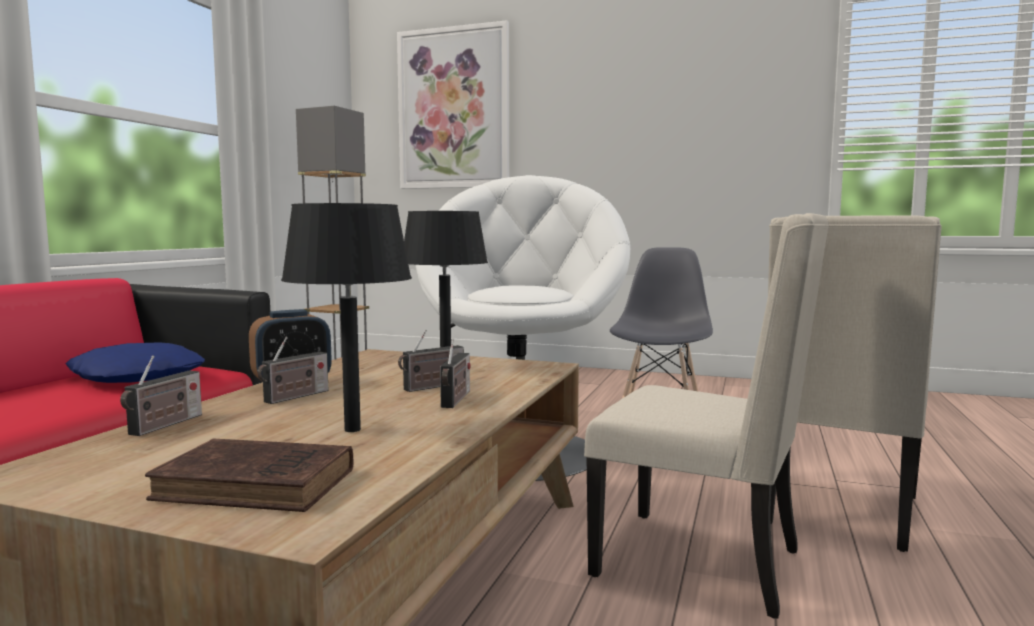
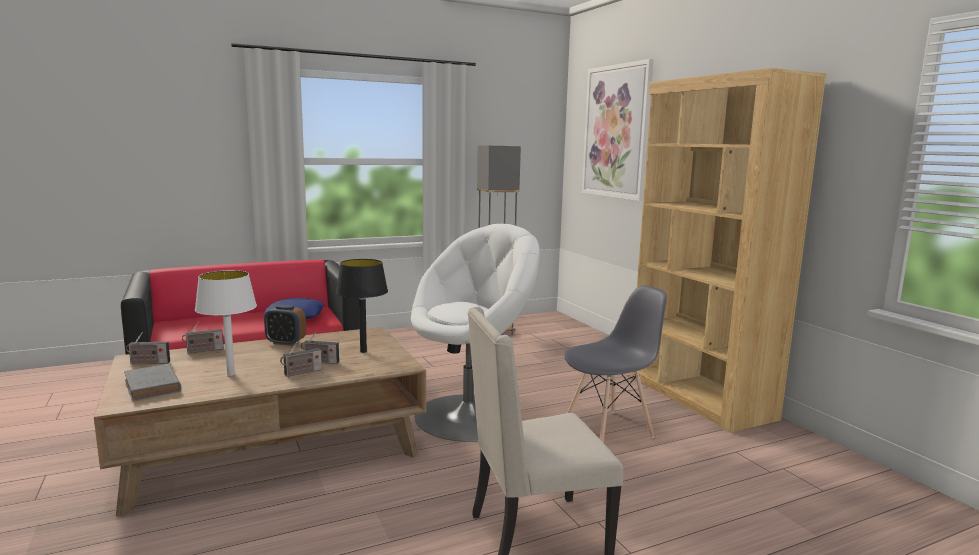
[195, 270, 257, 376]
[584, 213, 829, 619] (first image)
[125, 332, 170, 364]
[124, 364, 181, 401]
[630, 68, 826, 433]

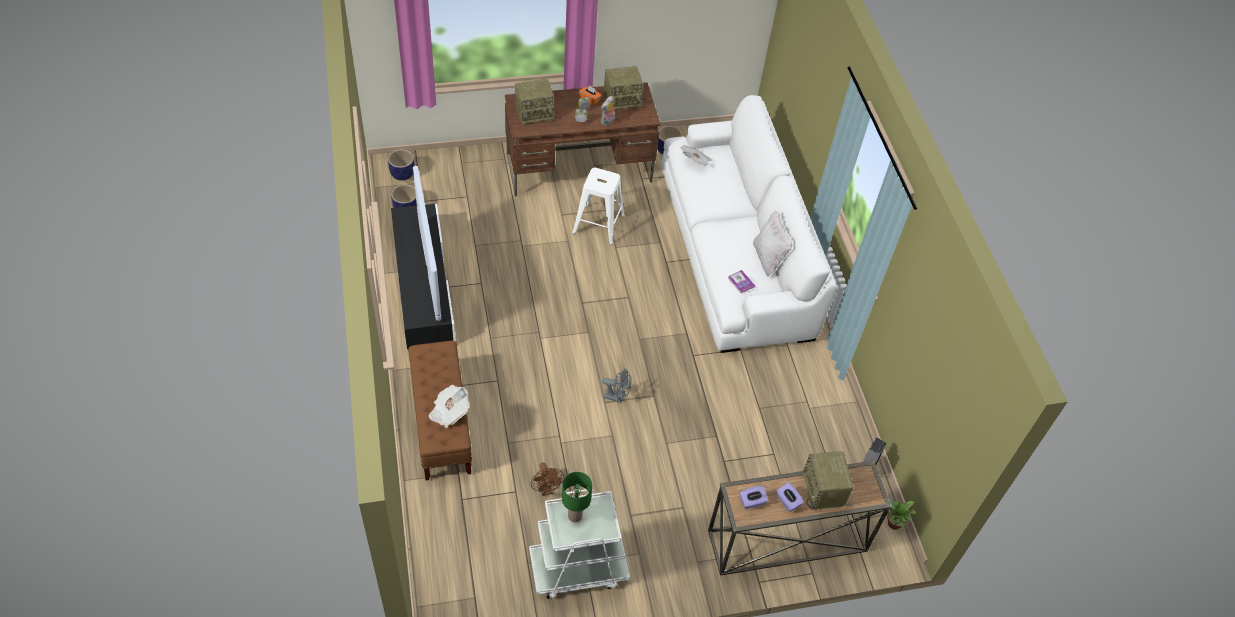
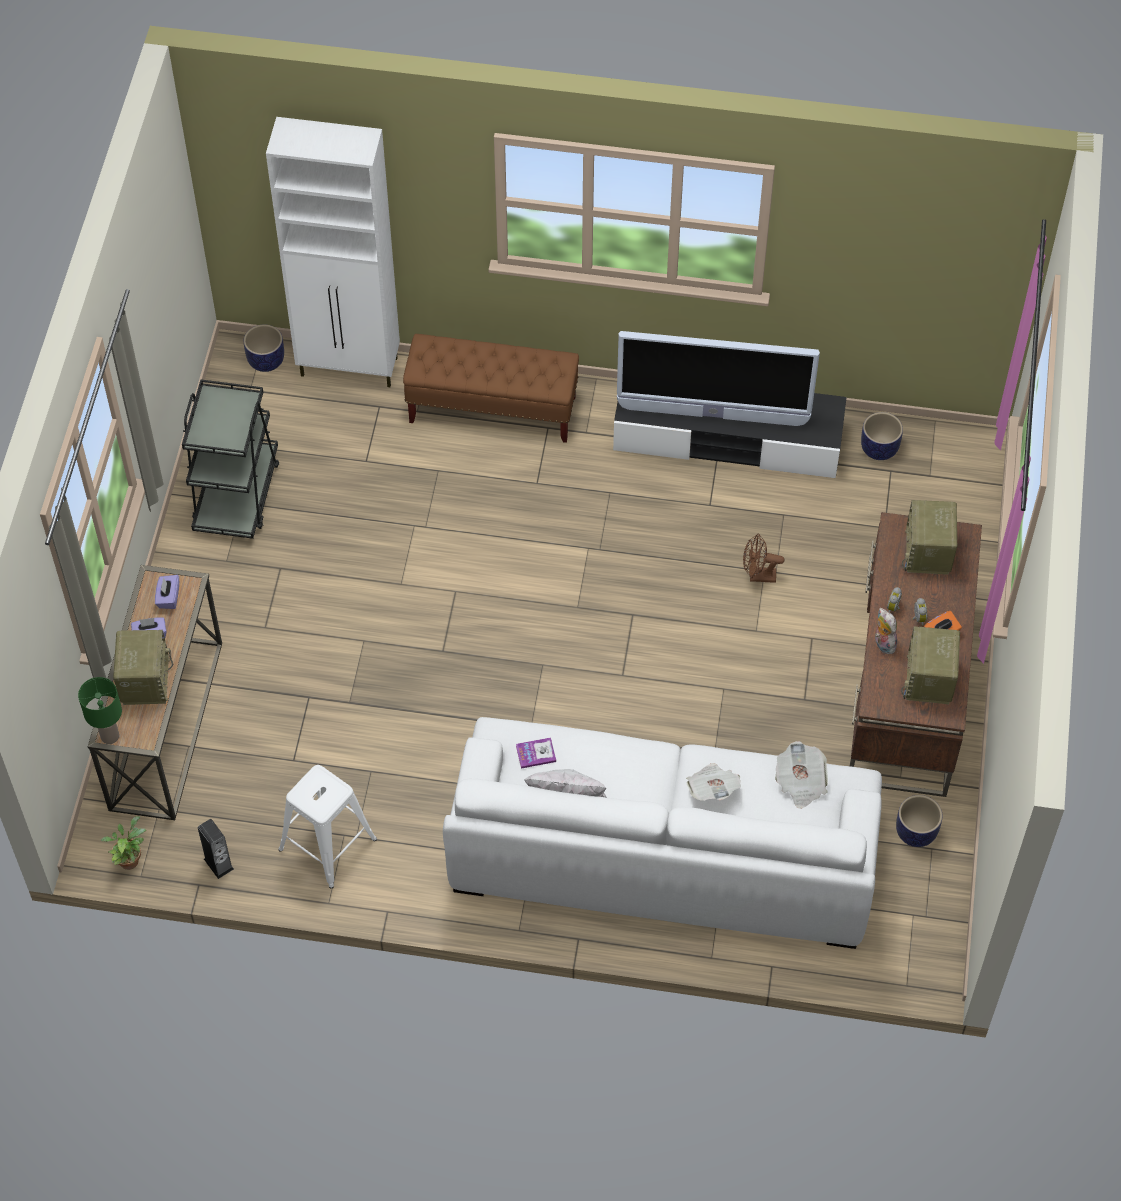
[244, 324, 284, 372]
[278, 765, 377, 888]
[602, 369, 631, 403] (first image)
[686, 763, 741, 801]
[113, 630, 173, 705]
[743, 534, 784, 583]
[78, 677, 122, 744]
[182, 380, 280, 539]
[266, 117, 400, 387]

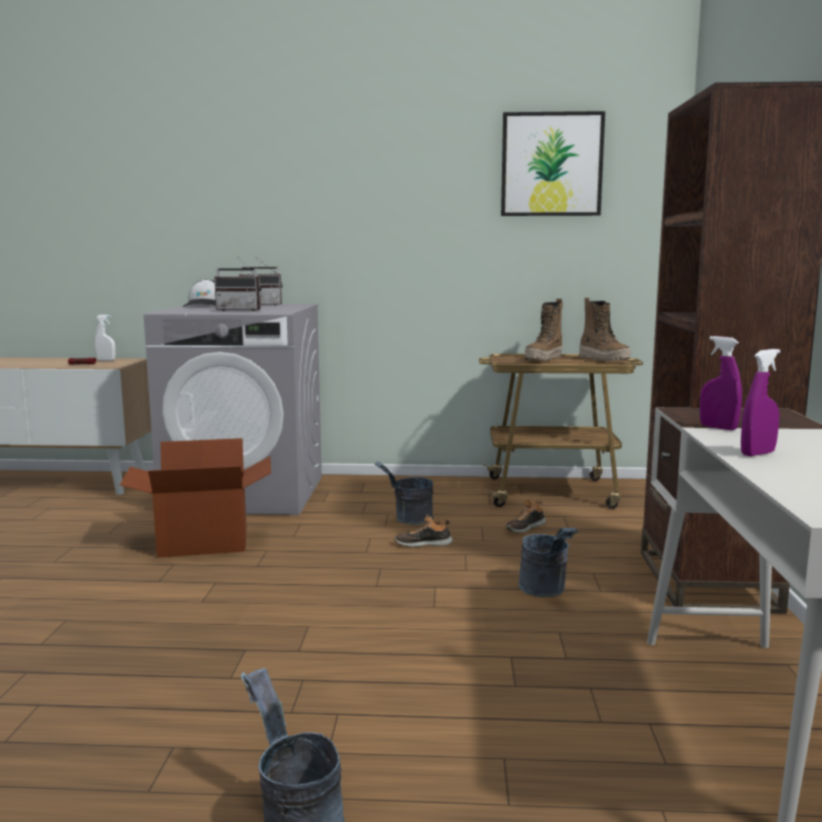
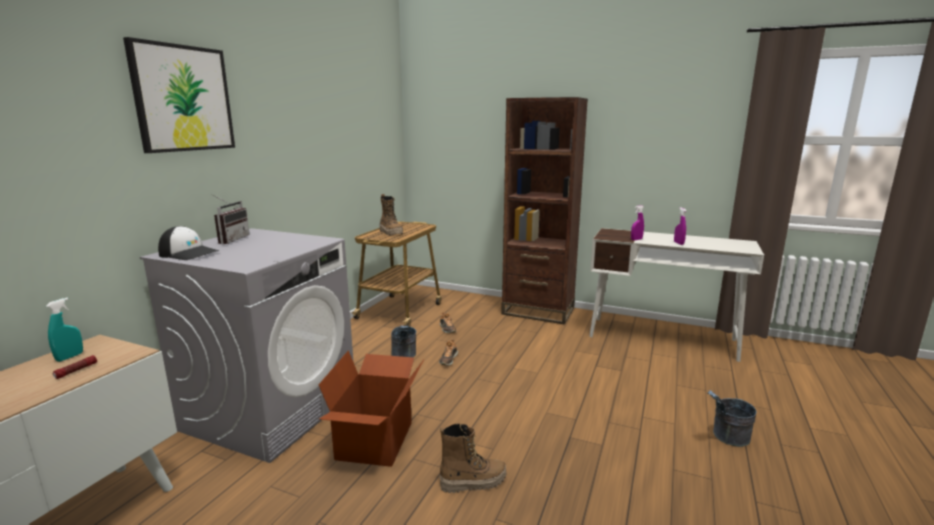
[123, 37, 235, 153]
[214, 258, 262, 311] (first image)
[440, 423, 507, 493]
[46, 298, 83, 362]
[518, 528, 578, 597] (first image)

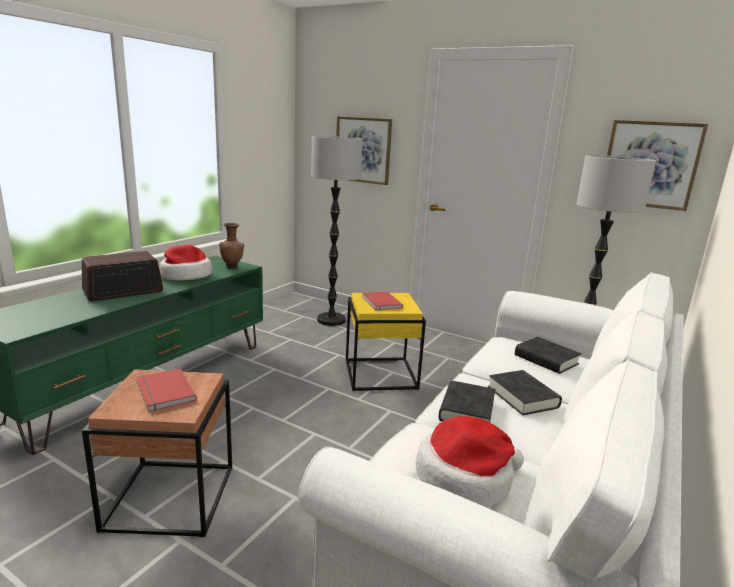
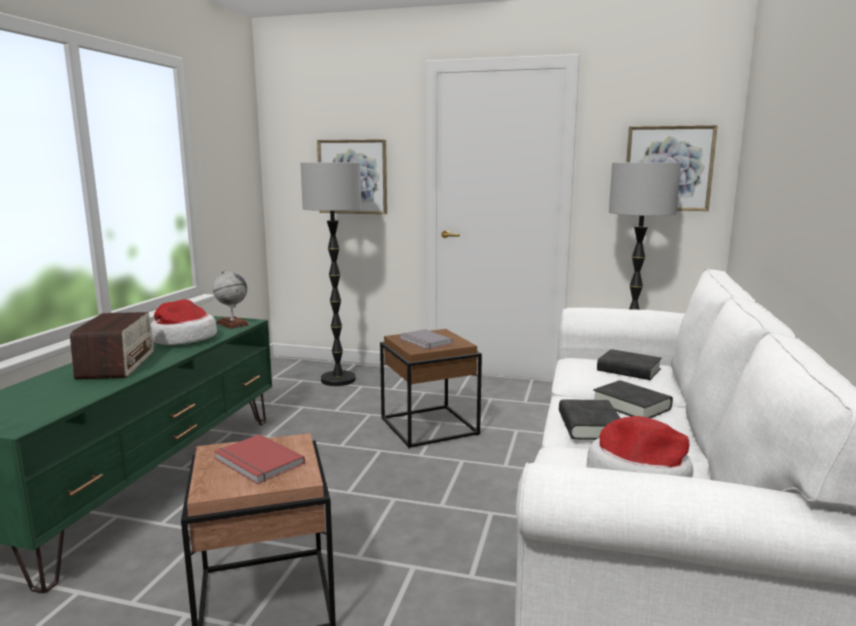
[213, 270, 250, 329]
[70, 312, 154, 380]
[399, 329, 453, 349]
[380, 329, 482, 449]

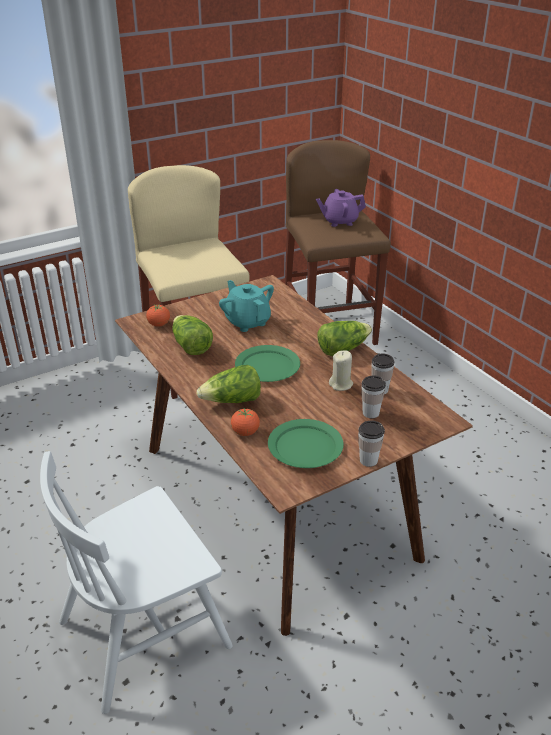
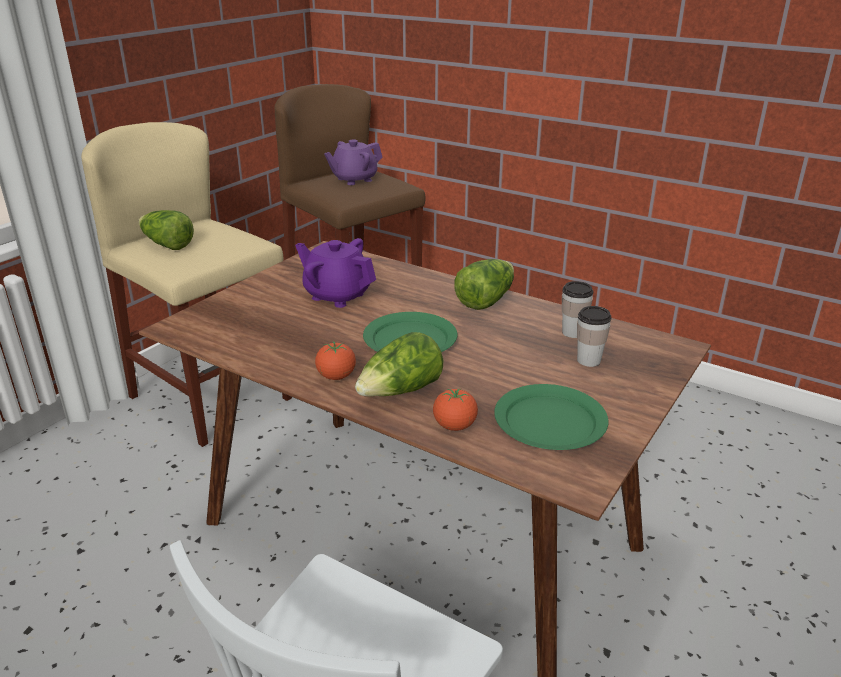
[295, 238, 376, 308]
[315, 342, 356, 380]
[138, 210, 194, 250]
[329, 350, 353, 391] (first image)
[358, 421, 385, 467] (first image)

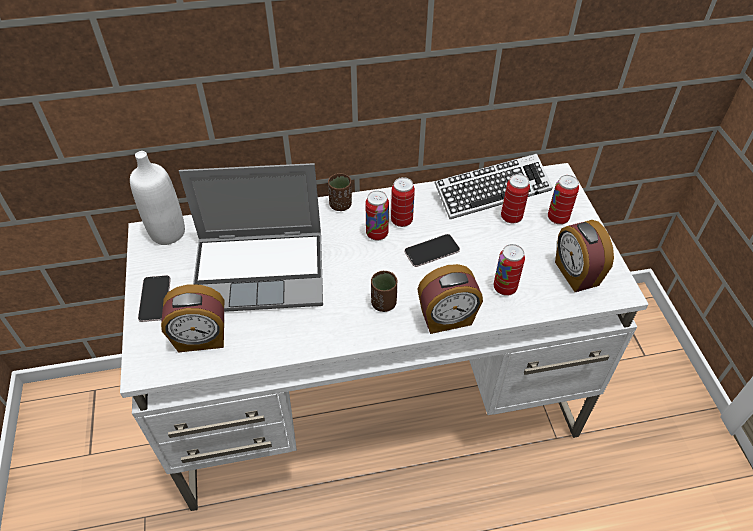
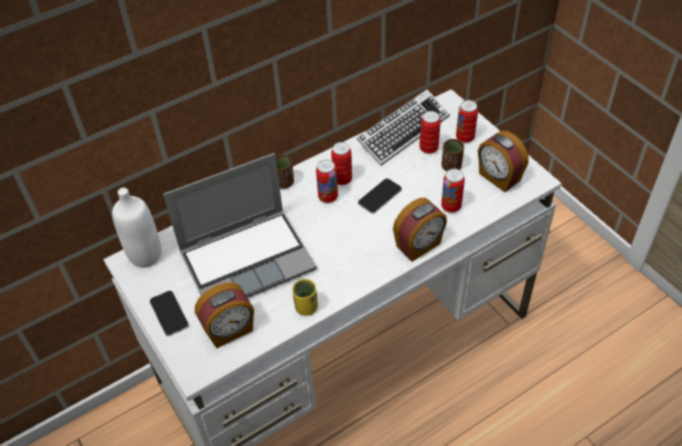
[442, 139, 464, 171]
[292, 279, 318, 316]

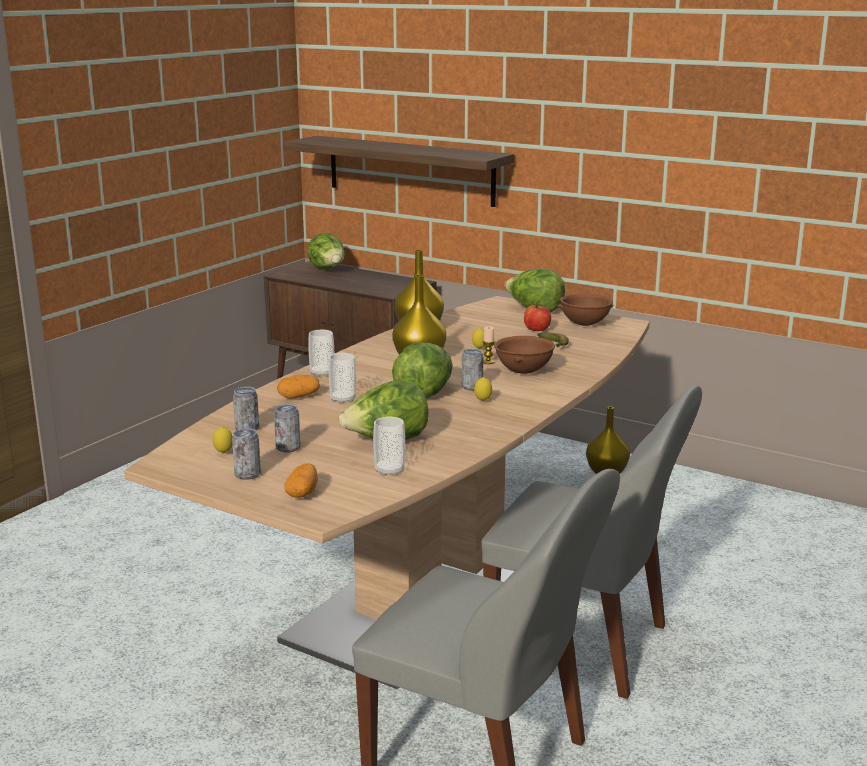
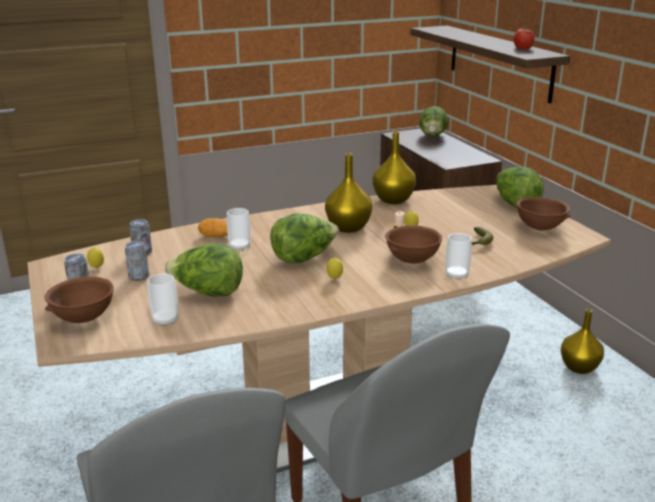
[514, 27, 535, 49]
[445, 233, 472, 280]
[462, 349, 483, 391] (first image)
[44, 277, 114, 323]

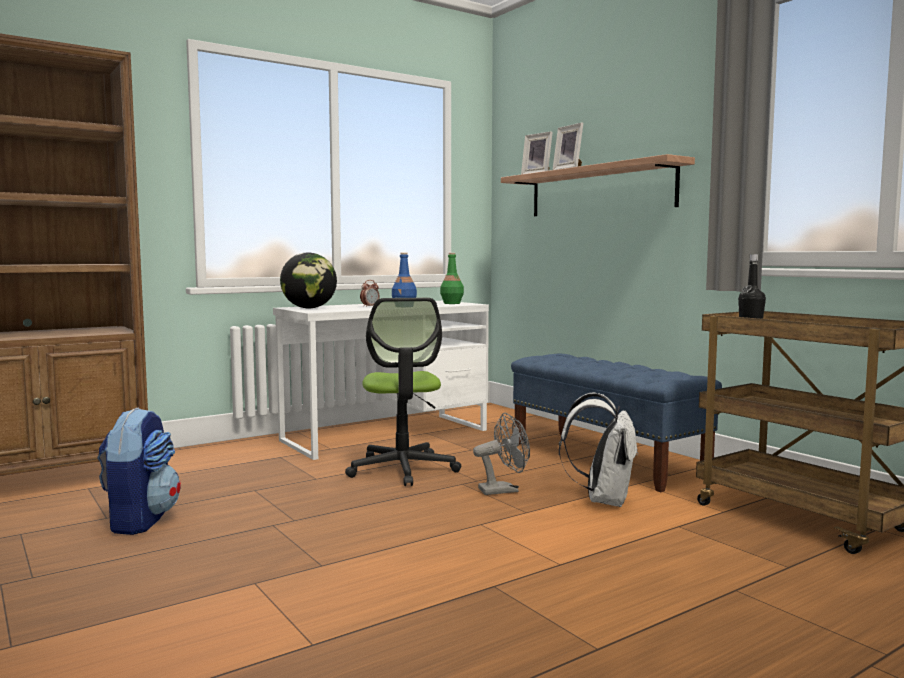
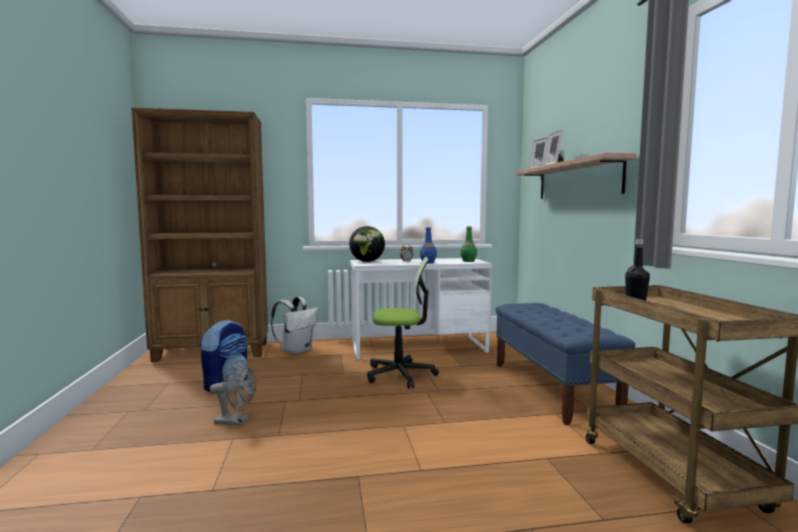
[367, 257, 439, 389]
[271, 297, 319, 355]
[210, 361, 256, 426]

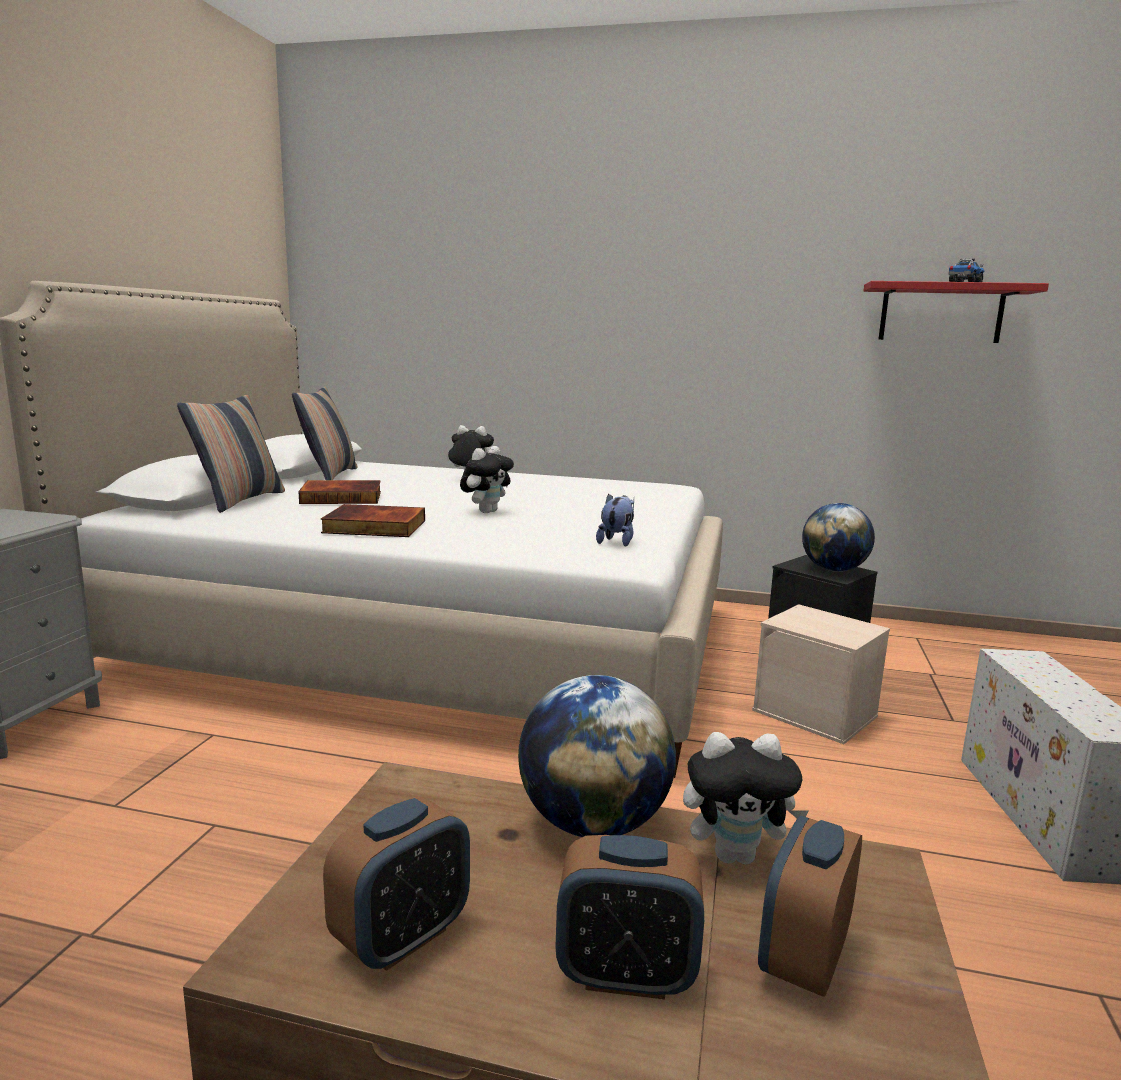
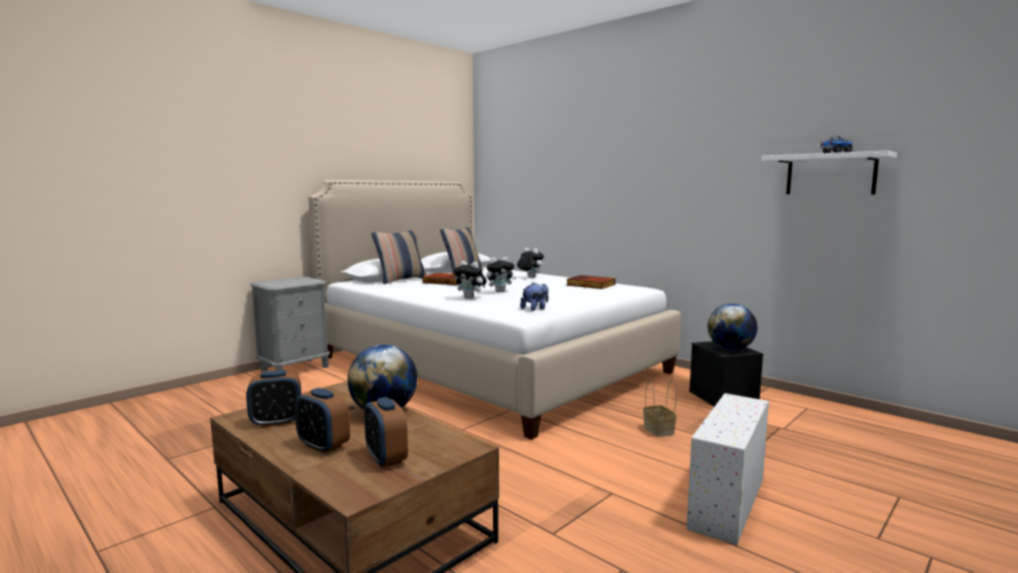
[761, 151, 897, 194]
[567, 275, 615, 289]
[643, 379, 677, 437]
[453, 261, 487, 299]
[364, 397, 408, 468]

